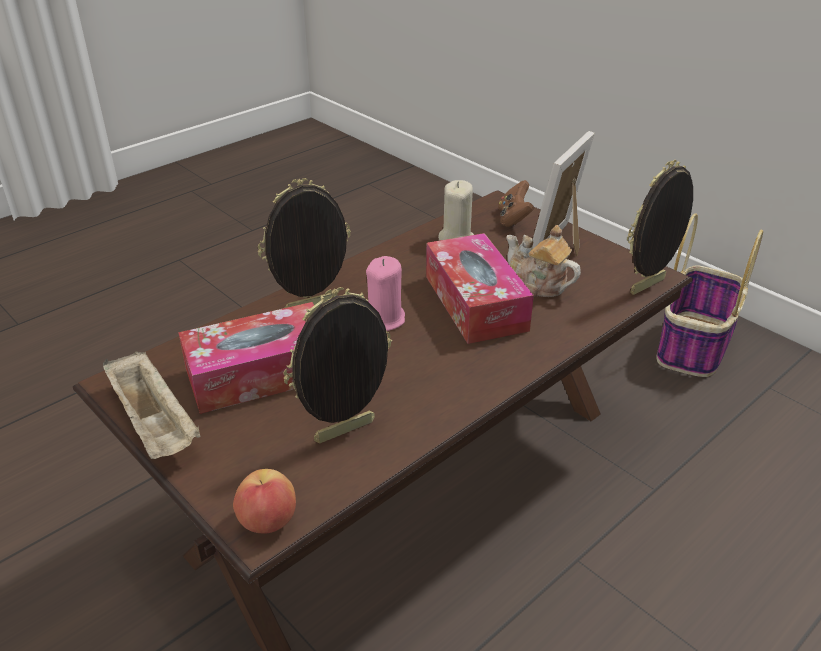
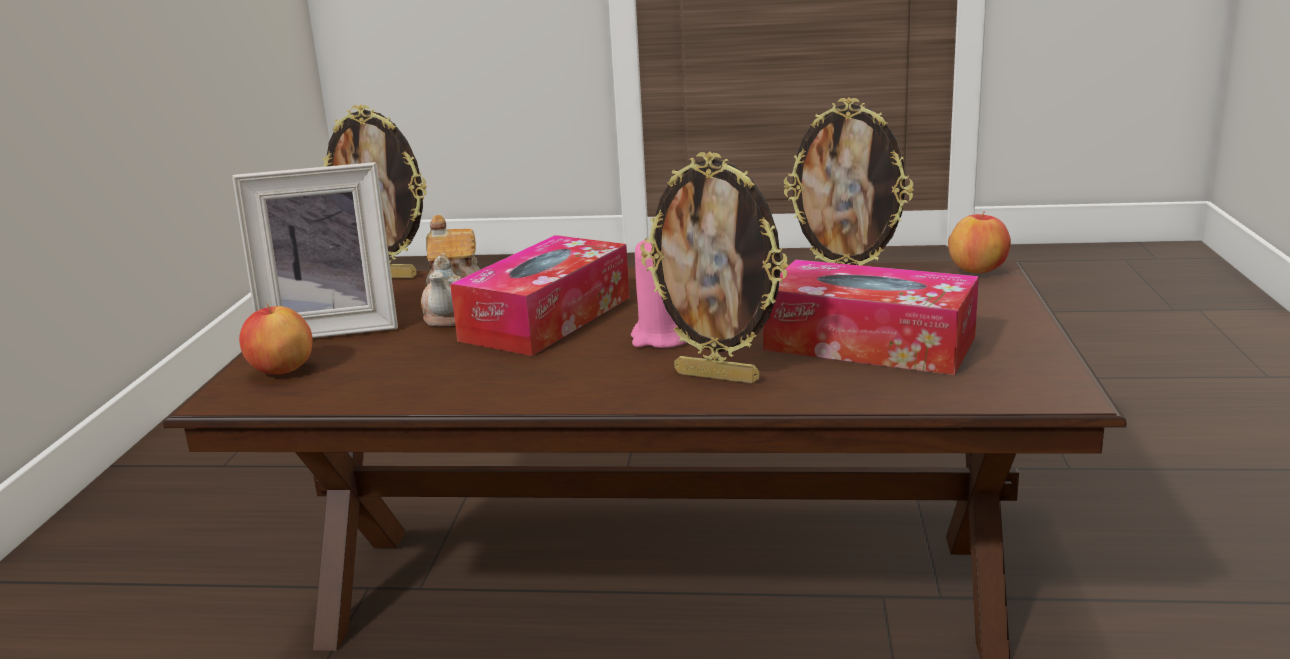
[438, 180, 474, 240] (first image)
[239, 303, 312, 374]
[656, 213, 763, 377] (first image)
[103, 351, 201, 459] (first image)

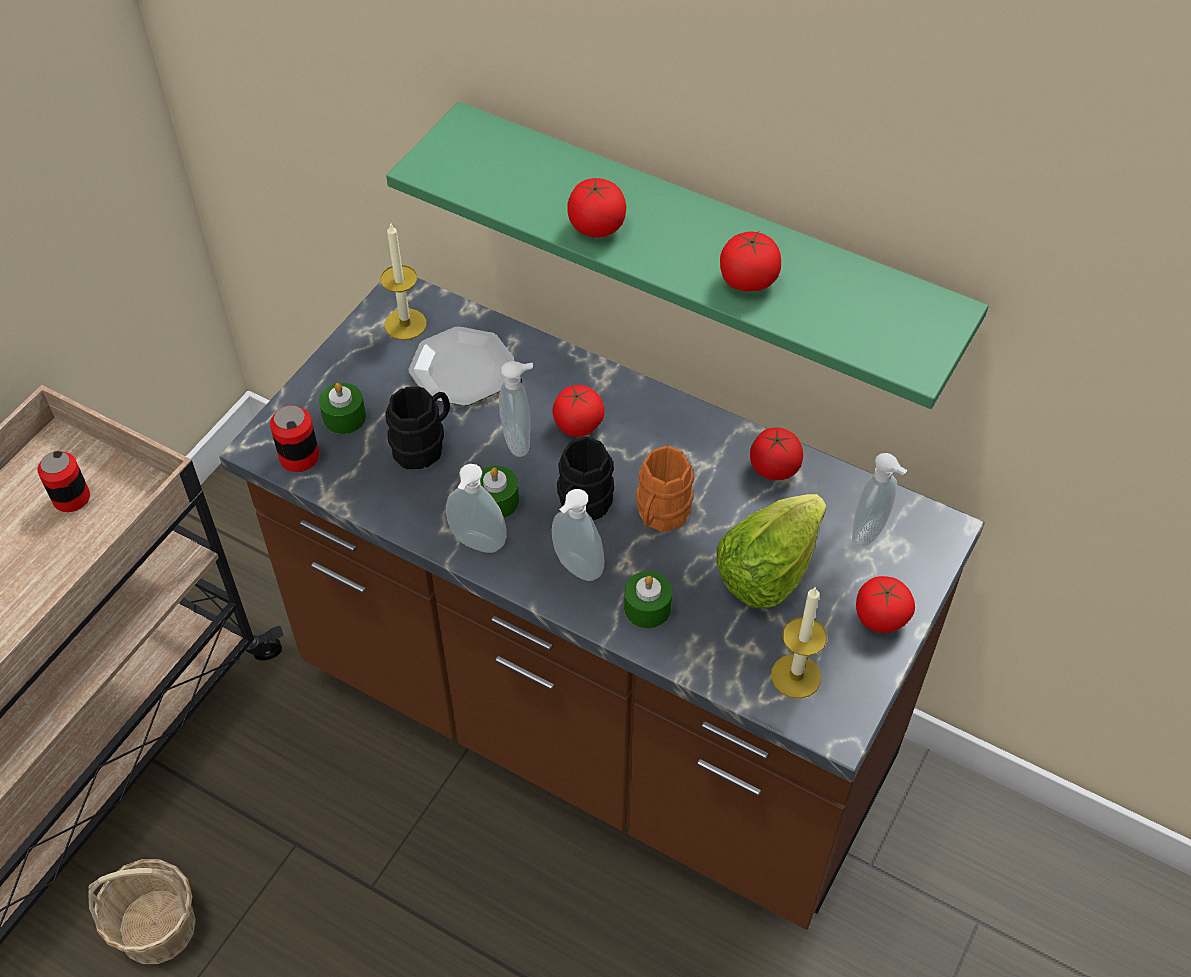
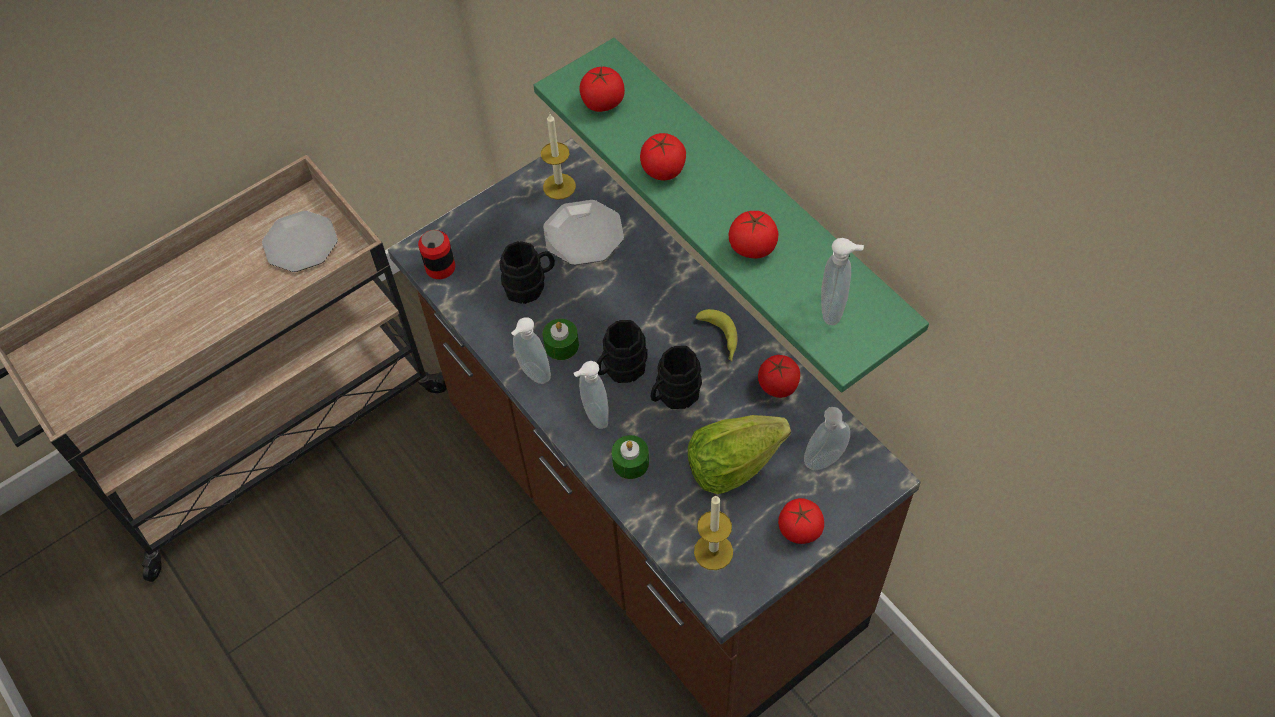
[821, 238, 864, 325]
[319, 383, 366, 434] (first image)
[579, 66, 625, 112]
[651, 346, 702, 409]
[262, 211, 338, 272]
[88, 859, 196, 964] (first image)
[696, 309, 737, 361]

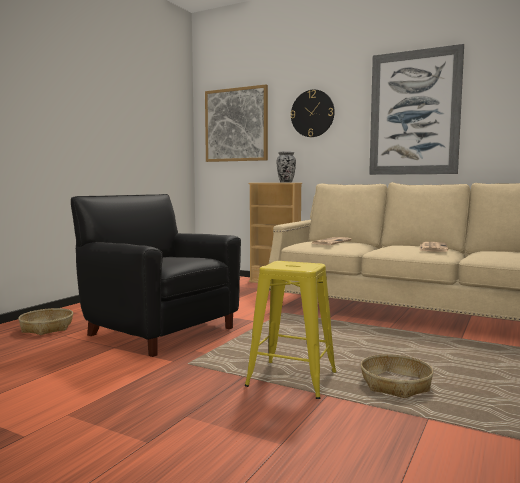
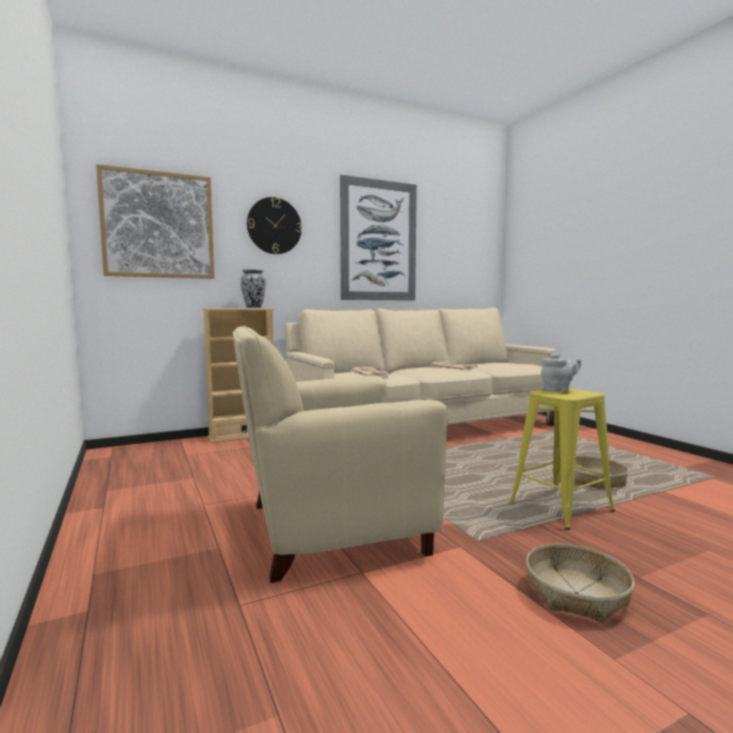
[233, 326, 447, 583]
[526, 544, 635, 623]
[541, 352, 581, 392]

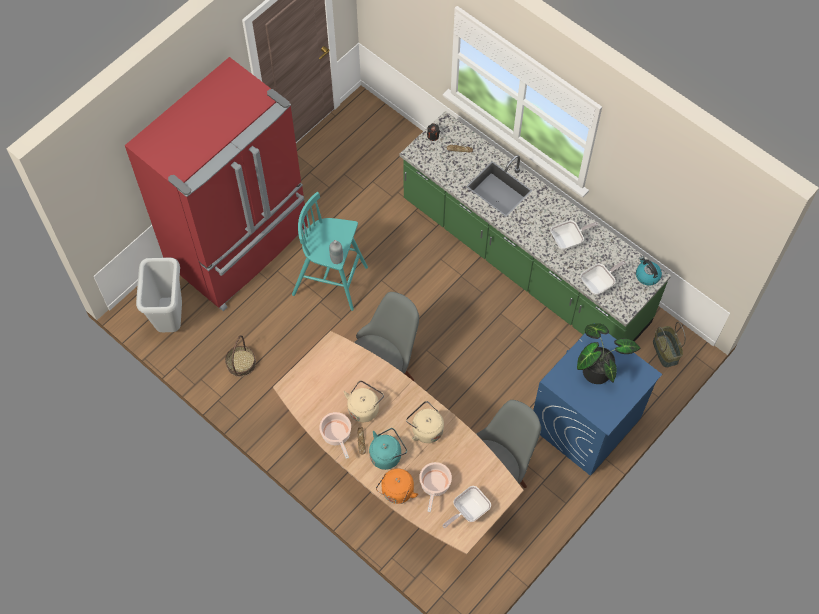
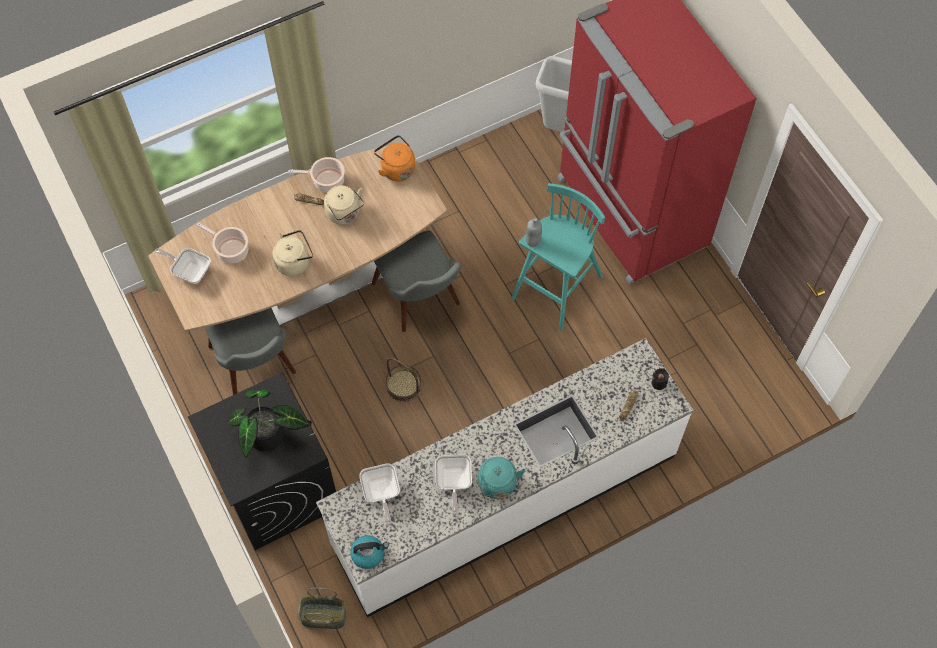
[316, 338, 693, 617]
[188, 372, 336, 550]
[386, 358, 421, 402]
[478, 457, 525, 499]
[374, 135, 415, 181]
[155, 248, 211, 284]

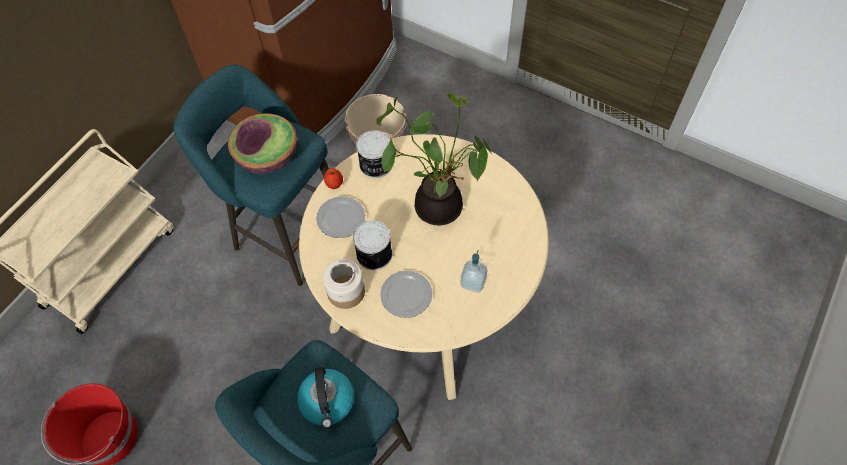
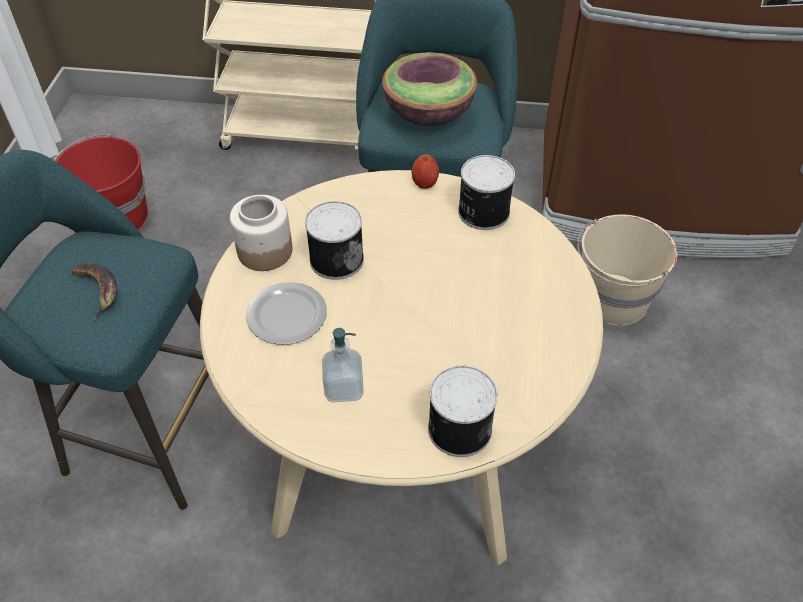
[376, 93, 492, 225] (first image)
[316, 196, 365, 238] (first image)
[71, 263, 117, 321]
[428, 366, 498, 457]

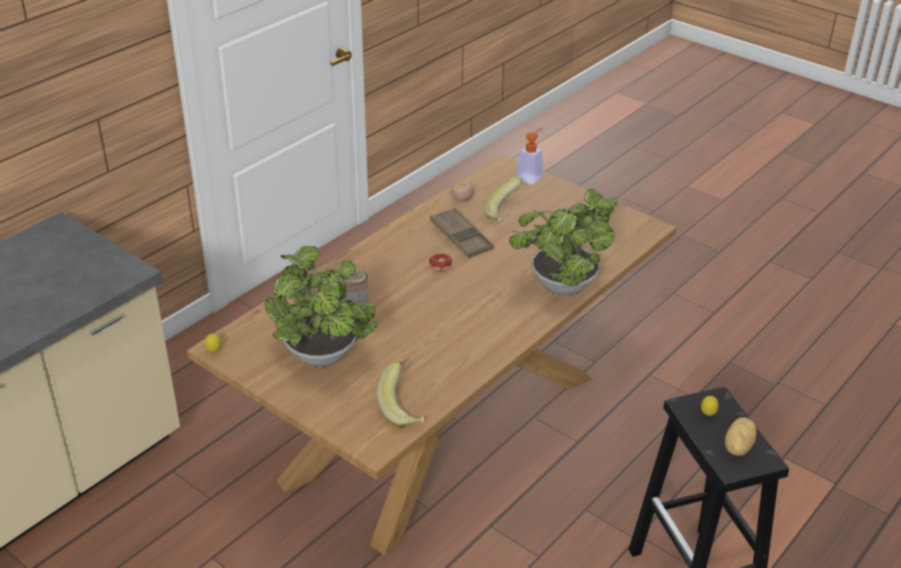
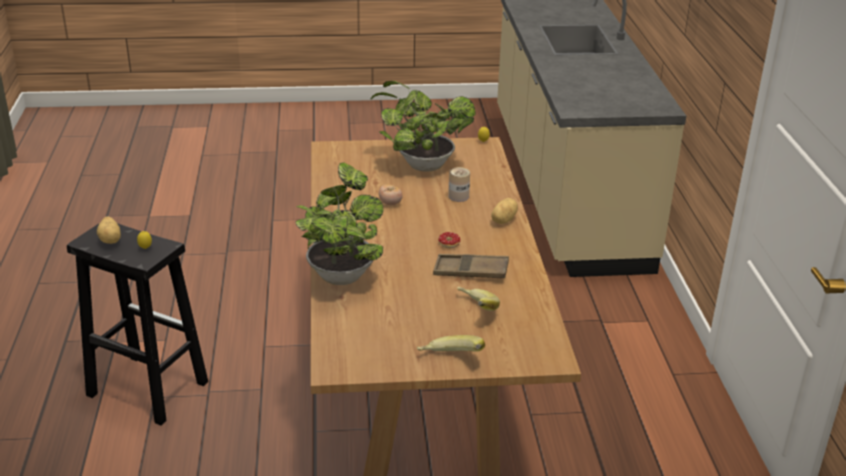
[516, 128, 543, 184] (first image)
[379, 184, 402, 205]
[417, 335, 485, 352]
[491, 198, 518, 224]

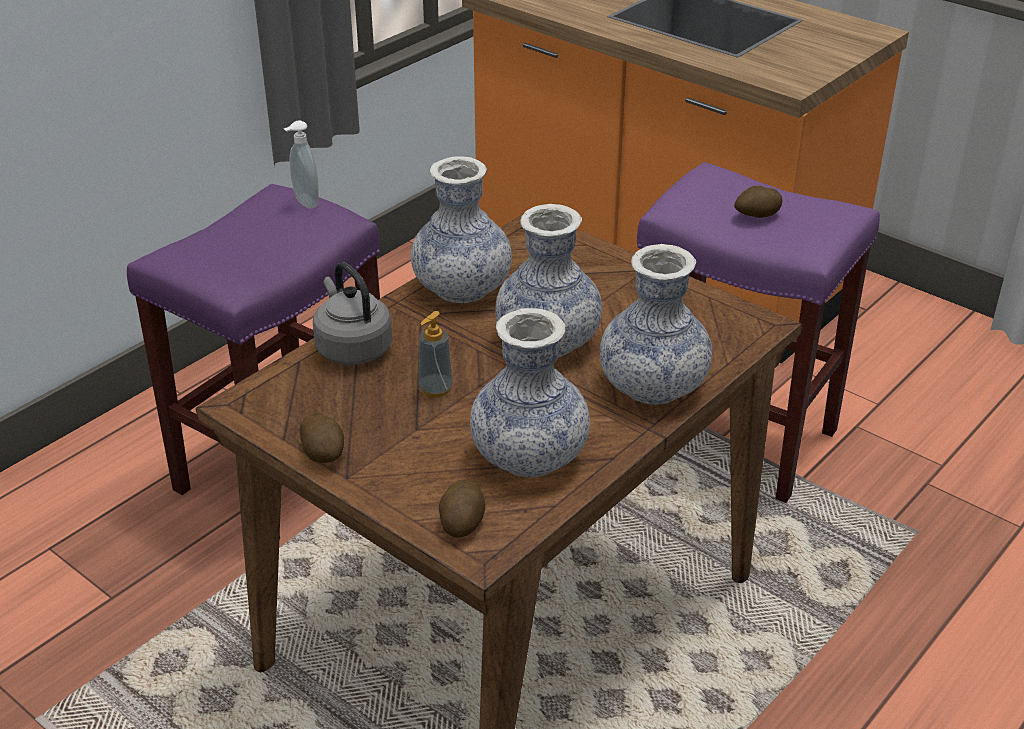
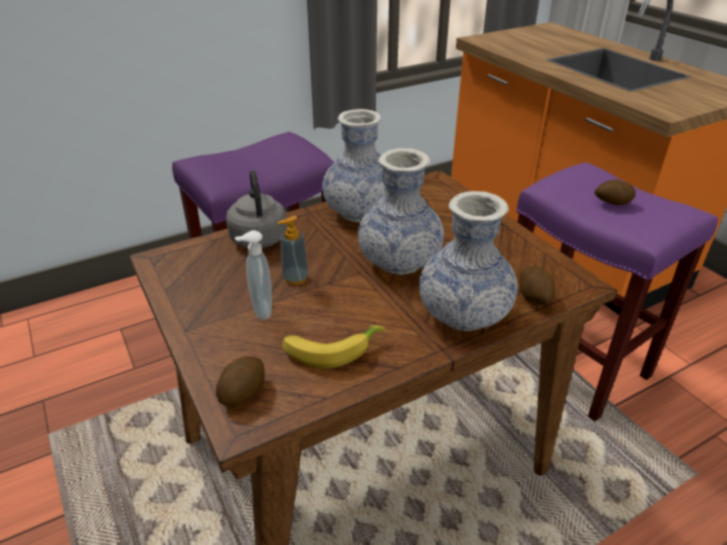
[235, 231, 272, 320]
[282, 325, 385, 368]
[519, 266, 555, 305]

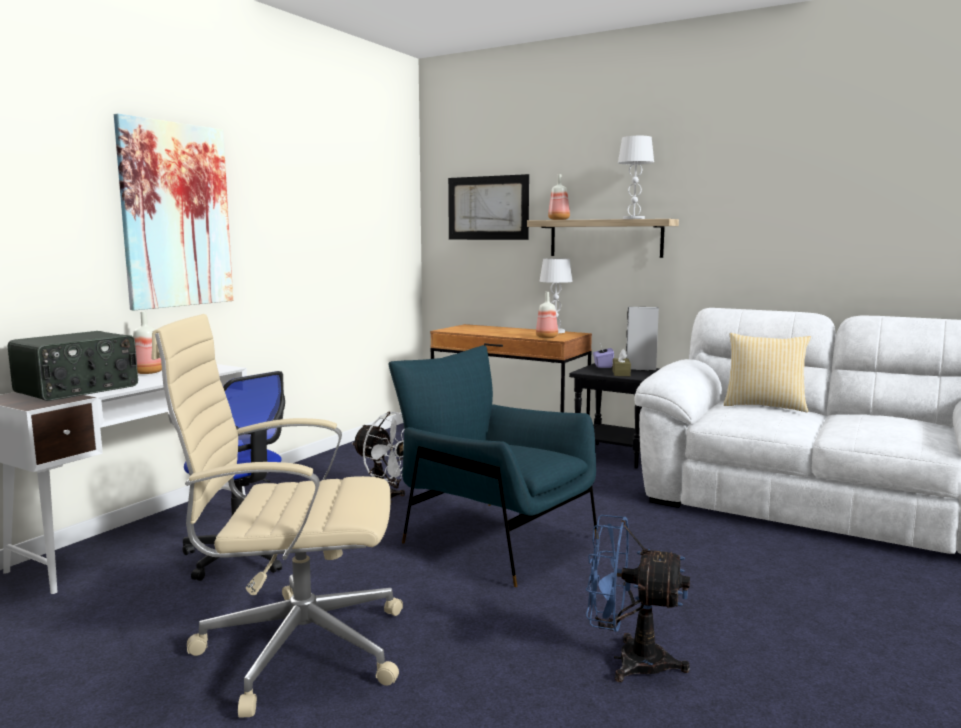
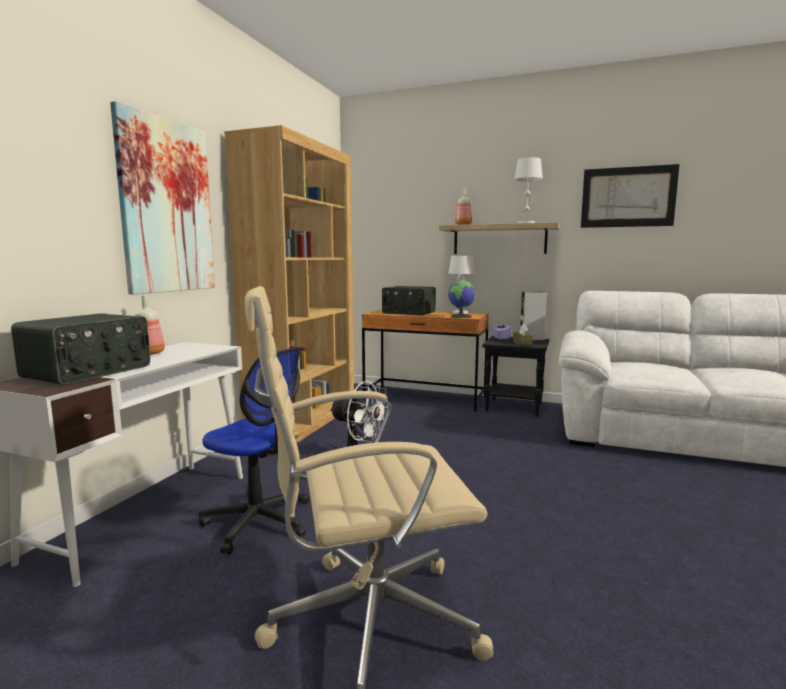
[581, 164, 680, 228]
[448, 280, 476, 318]
[724, 333, 811, 412] (first image)
[388, 345, 598, 587] (first image)
[586, 515, 690, 682] (first image)
[224, 125, 354, 443]
[382, 286, 436, 315]

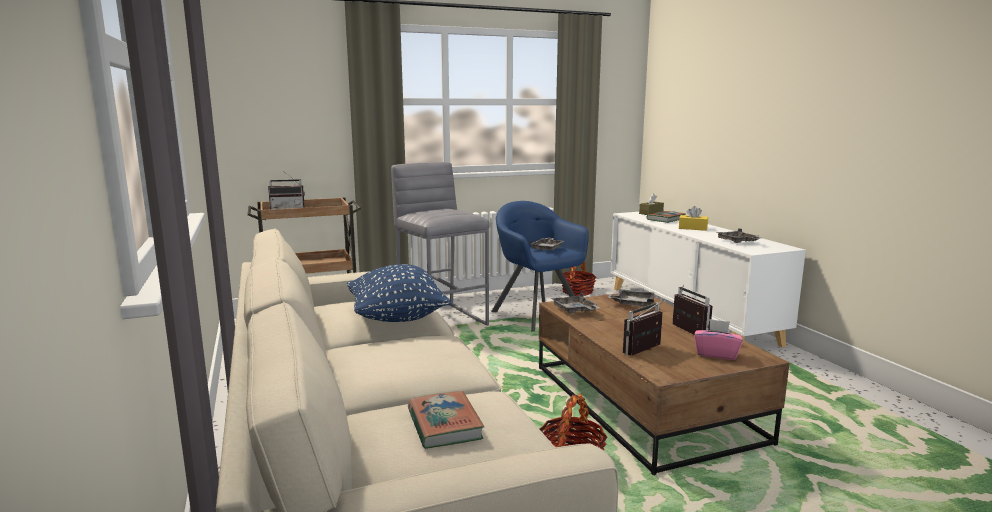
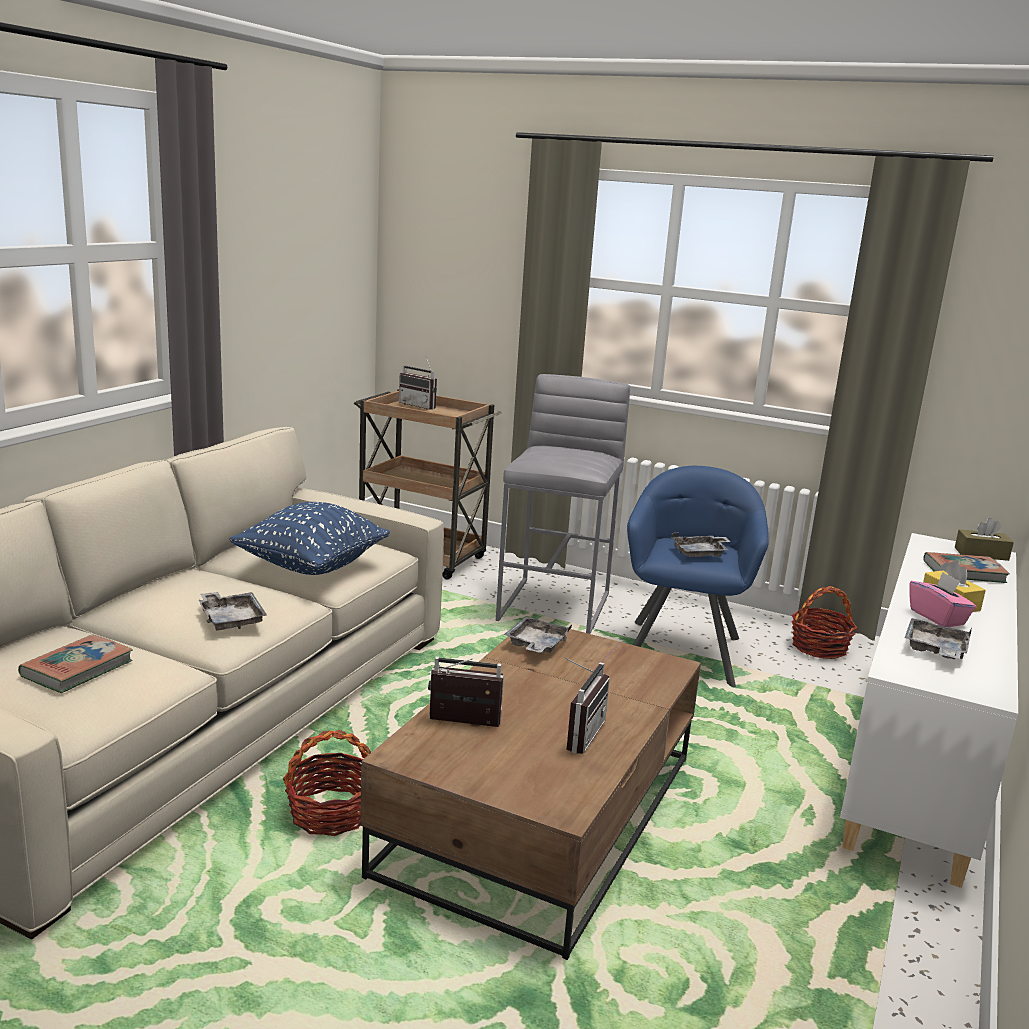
[199, 592, 267, 631]
[909, 572, 976, 627]

